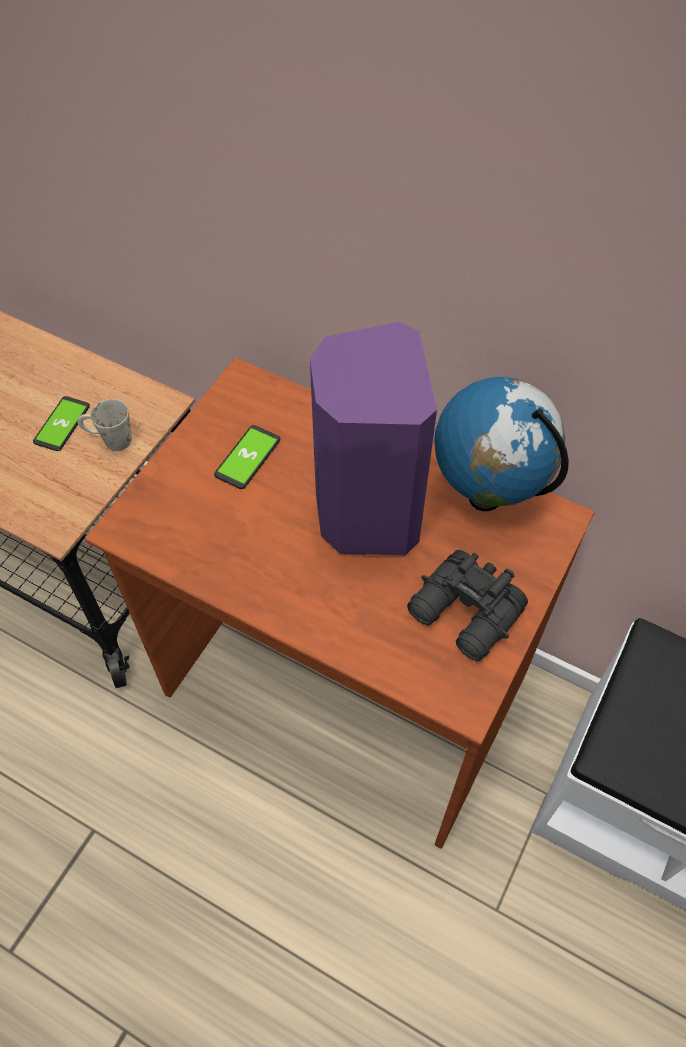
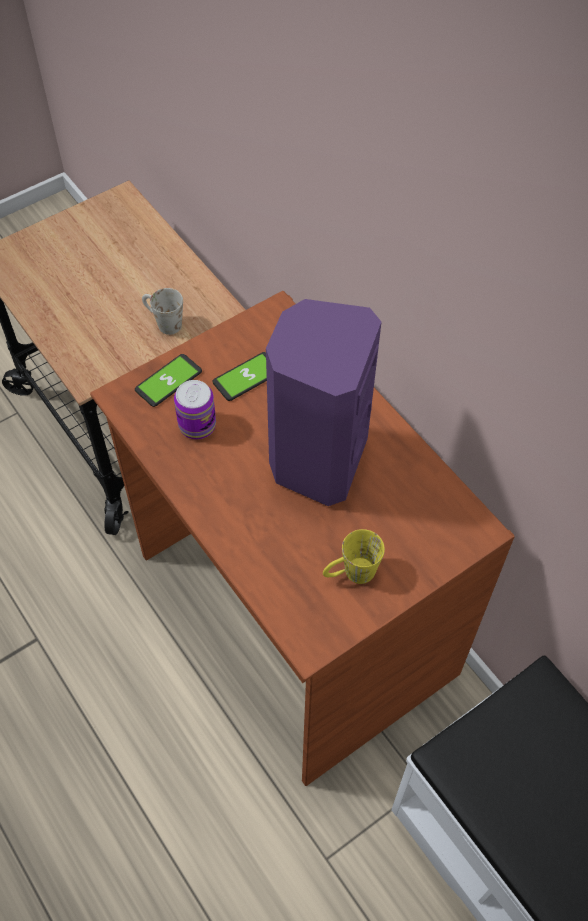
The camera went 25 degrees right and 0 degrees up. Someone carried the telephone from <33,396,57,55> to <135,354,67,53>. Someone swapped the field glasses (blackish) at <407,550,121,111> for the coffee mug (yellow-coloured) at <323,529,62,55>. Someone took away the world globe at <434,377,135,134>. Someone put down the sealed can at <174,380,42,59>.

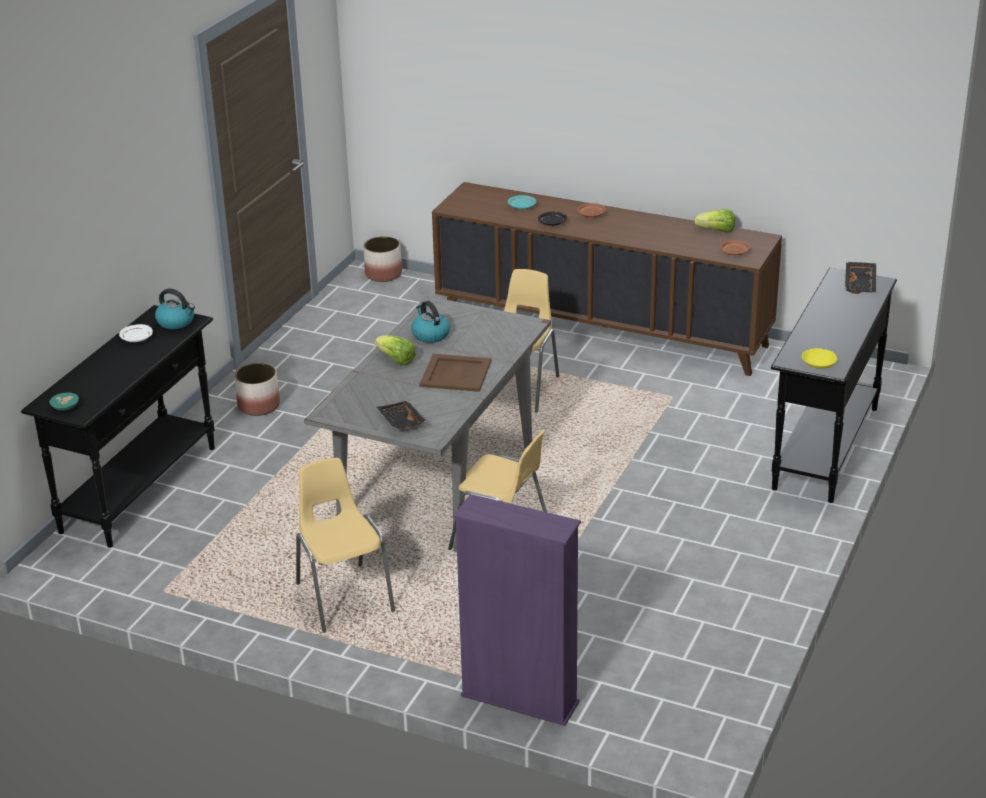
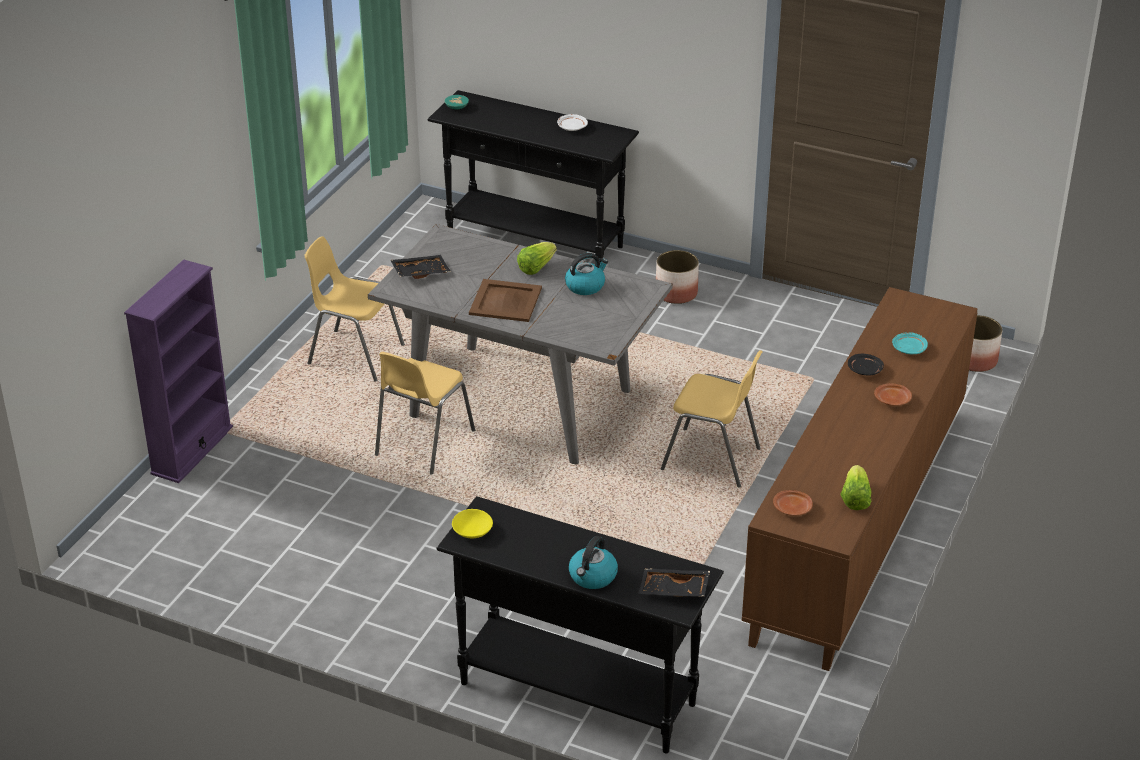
The camera went 90 degrees right and 5 degrees up. Someone carried the water kettle from <155,288,40,41> to <569,536,49,53>. Someone rotated the upright chair (yellow-coloured) at <296,458,99,175> by 135 degrees counterclockwise.

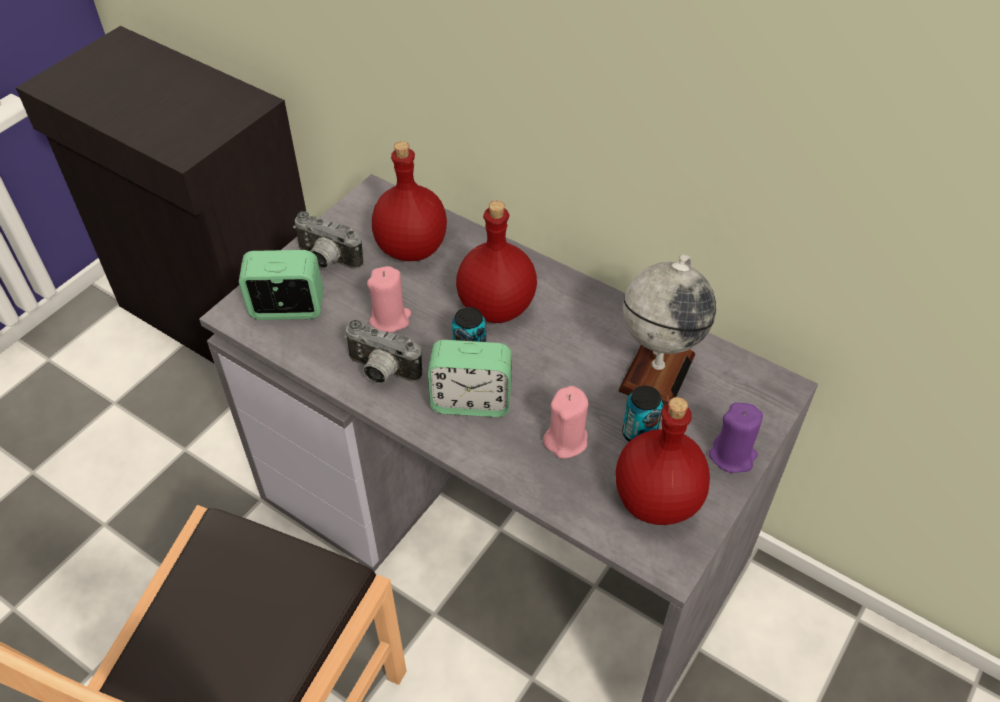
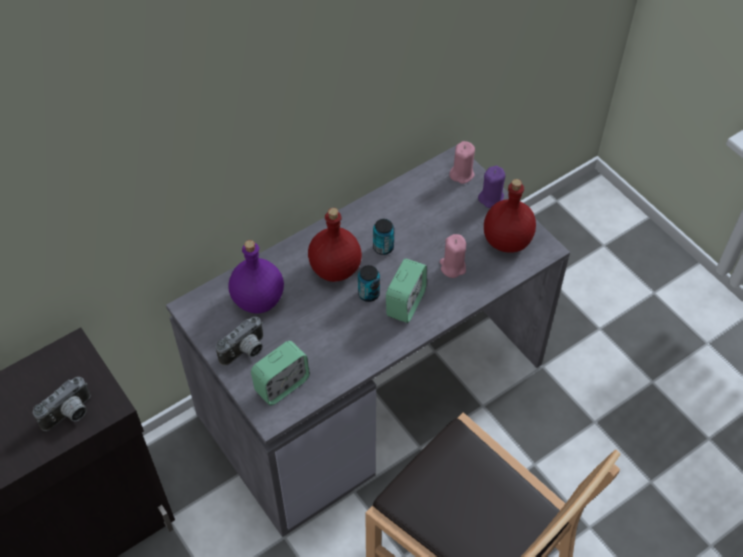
The camera went 70 degrees left and 5 degrees up. Someone rotated the bedside clock at <239,250,84,70> by 150 degrees counterclockwise. Someone carried the still camera from <344,320,78,64> to <33,377,57,54>. Someone carried the candle (pink-coloured) from <367,266,44,67> to <449,141,26,43>. Someone repainted the bottle (reddish) at <372,141,75,120>, which became the bottle (purple-coloured) at <228,240,56,73>. Someone took away the world globe at <618,254,98,153>. Someone carried the sealed can from <622,386,41,56> to <373,219,22,36>.

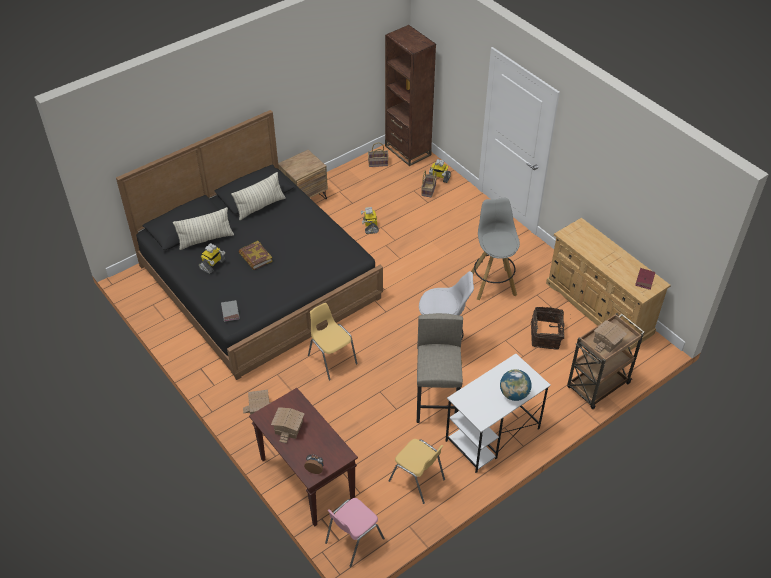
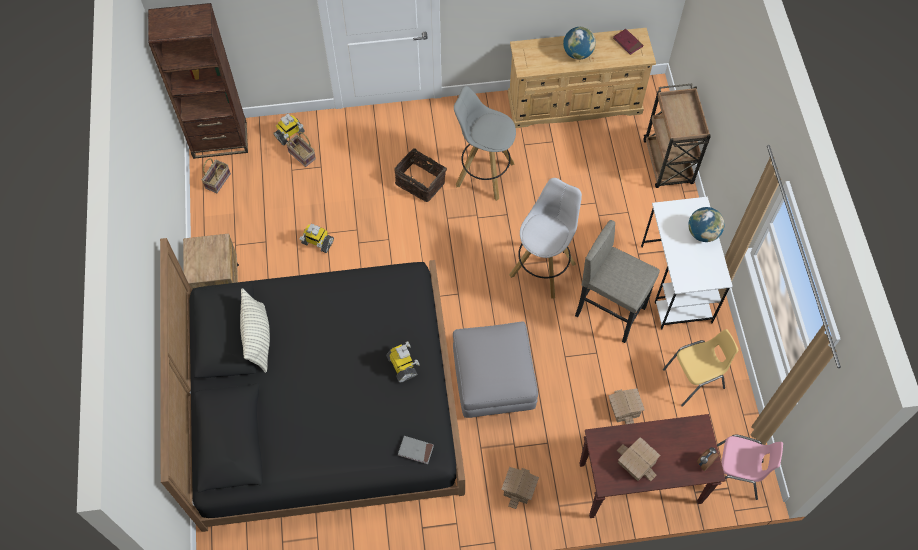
The camera went 60 degrees left and 15 degrees up. Someone took away the pillow at <173,207,61,43>. Someone carried the model robot from <198,243,28,31> to <386,341,34,42>. Someone took away the volume at <239,241,34,29>. Someone swapped the upright chair (yellow-coloured) at <308,303,49,78> for the pouffe (greyish) at <453,321,85,97>. Someone rotated the upright chair (pink-coloured) at <325,498,60,69> by 60 degrees counterclockwise. Someone carried the basket from <531,307,34,43> to <394,148,53,54>. Someone carried the toy house from <593,320,34,33> to <609,388,36,36>. Someone put down the world globe at <563,27,33,32>.

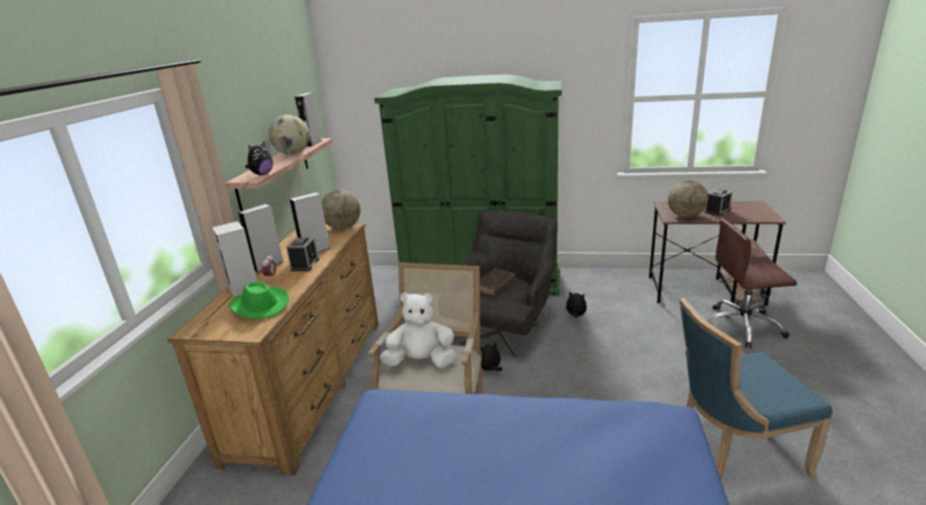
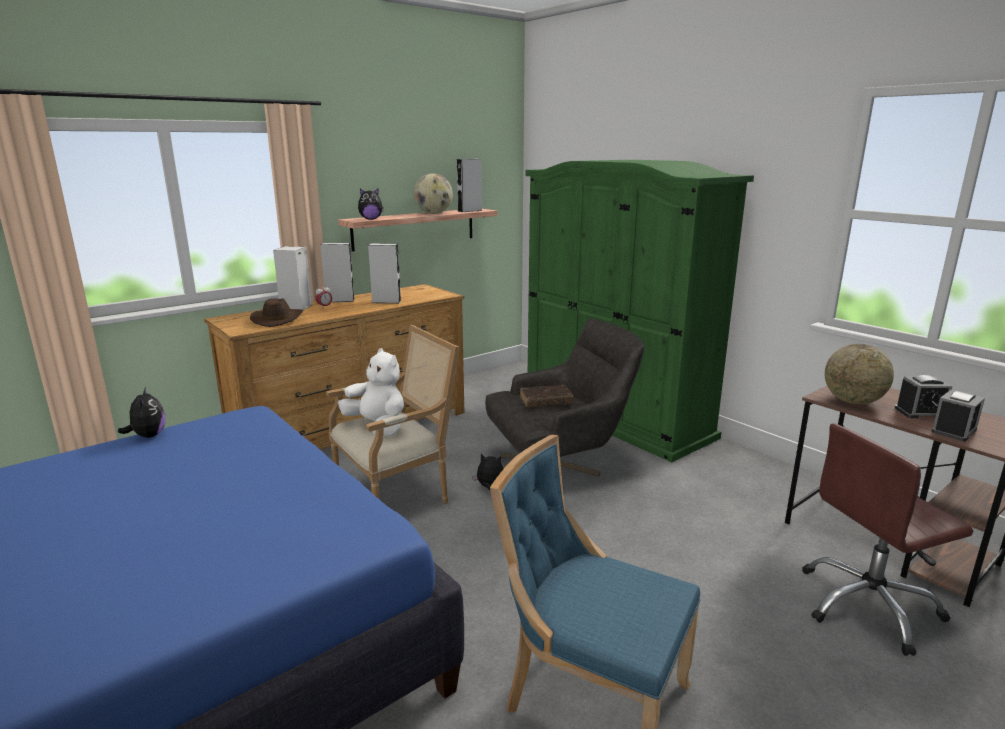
The camera went 40 degrees right and 5 degrees down. Someone repainted the wearable hat (green) at <228,282,61,37>, which became the wearable hat (brownish) at <250,298,53,29>. Someone carried the bedside clock from <286,238,33,33> to <932,390,53,52>. Someone took away the world globe at <321,190,39,40>. Someone carried the soft toy from <563,291,24,27> to <118,387,47,51>. Someone rotated the computer chair (brownish) at <707,218,90,130> by 60 degrees counterclockwise.

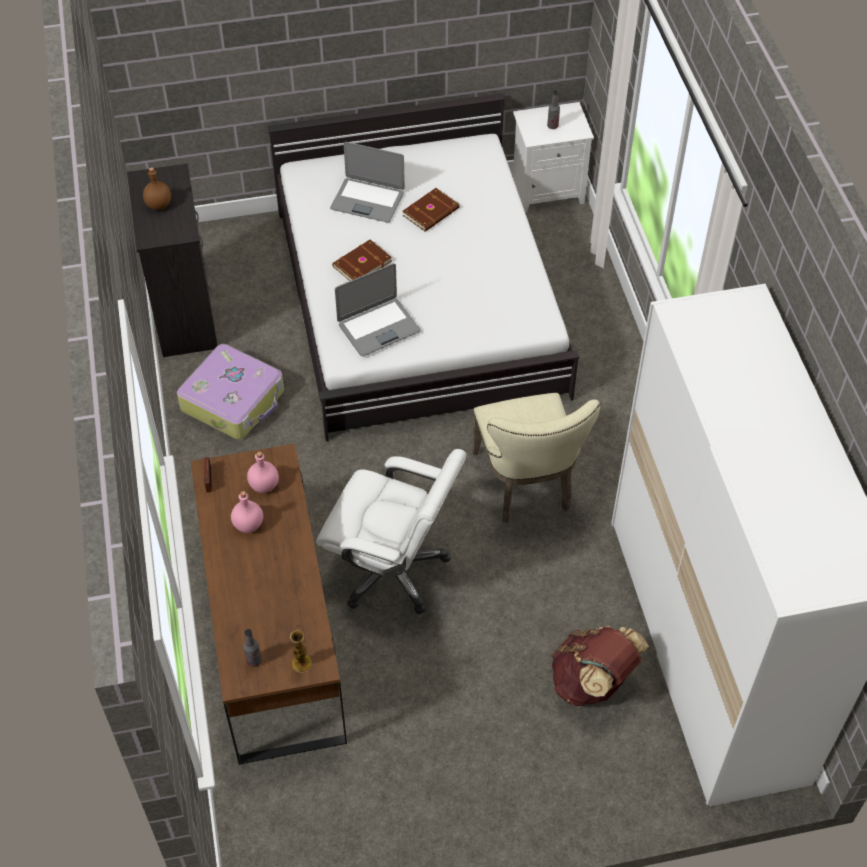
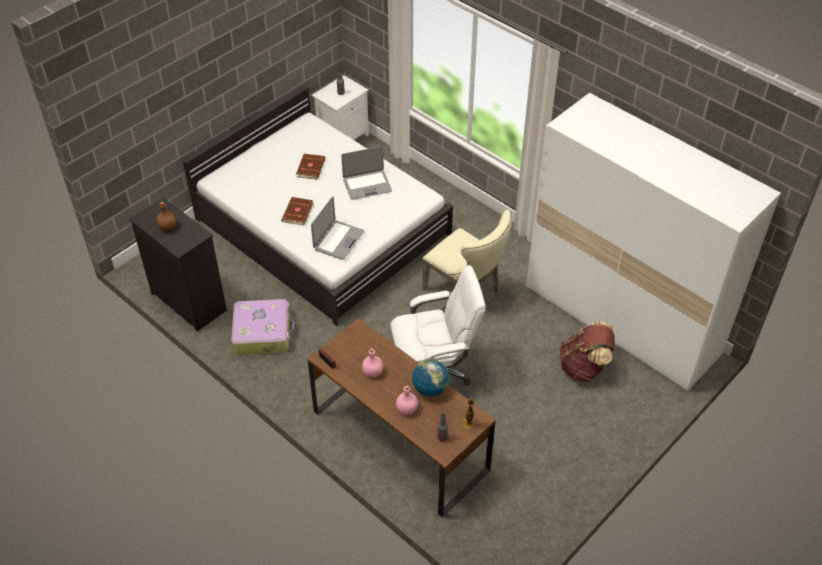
The camera went 35 degrees left and 5 degrees down. Someone carried the bottle (pink-coloured) from <247,451,32,42> to <396,385,22,30>. Someone carried the portable computer from <330,142,75,81> to <341,146,51,54>. Someone put down the world globe at <412,358,38,38>.

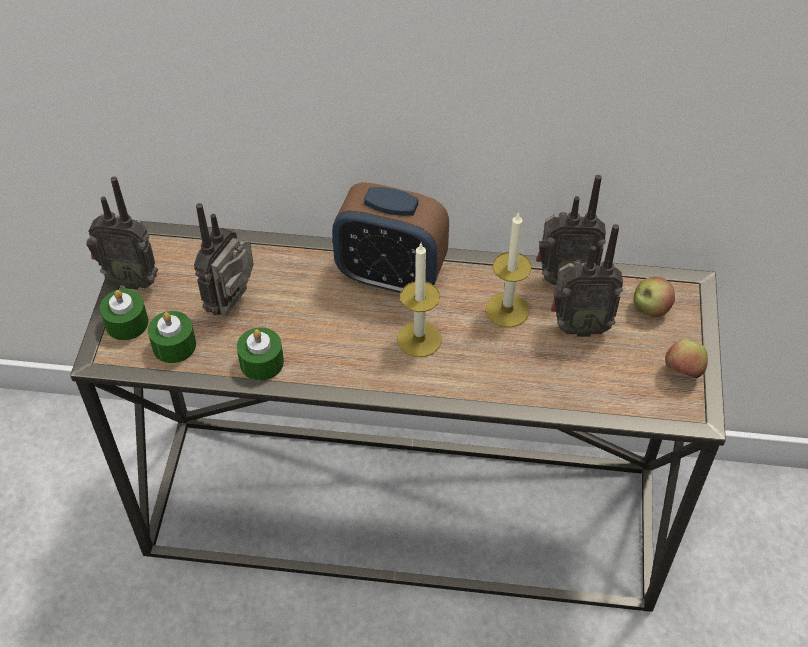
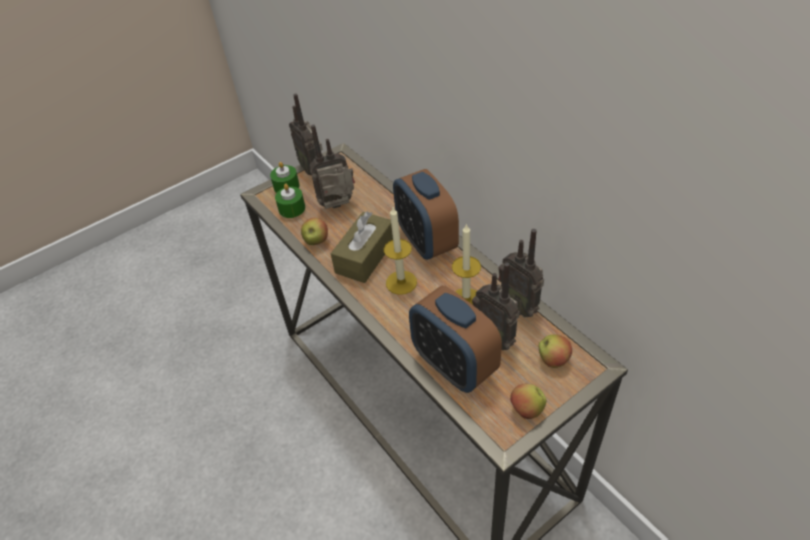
The camera went 50 degrees right and 5 degrees down. Someone swapped the candle (green) at <237,327,47,54> for the apple at <301,218,27,27>. Someone put down the tissue holder (brownish) at <331,212,62,71>. Someone put down the bedside clock at <409,286,93,107>.

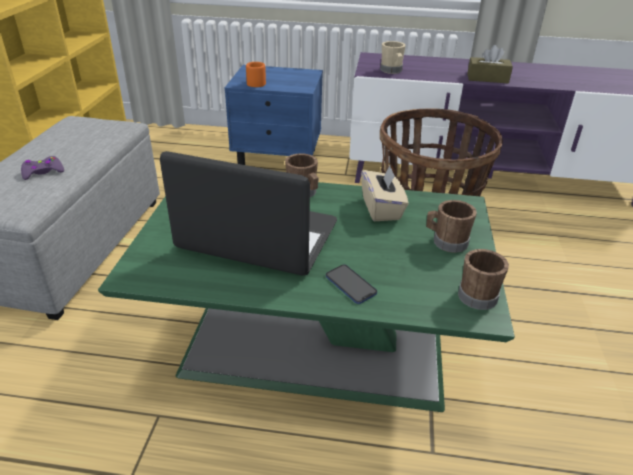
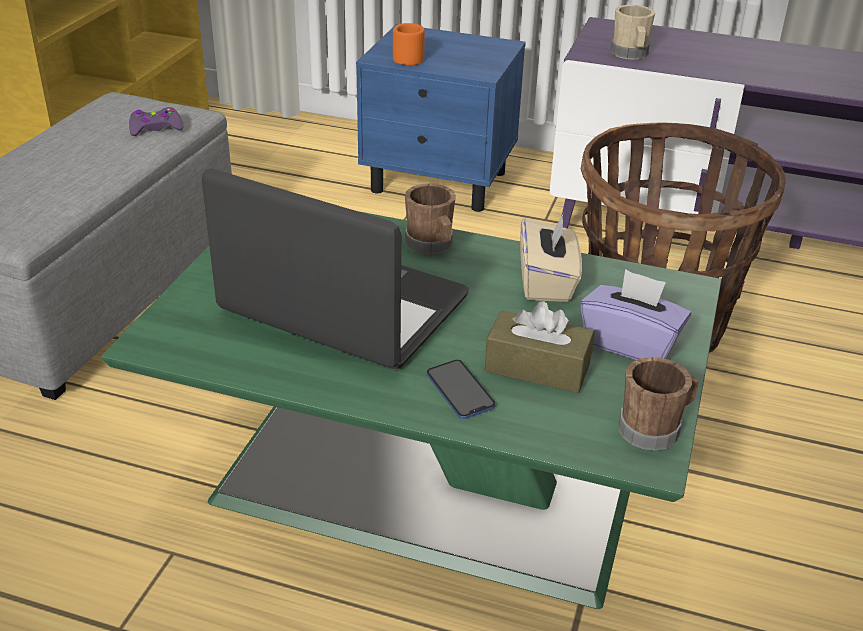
The camera went 10 degrees right and 0 degrees up. Someone carried the game controller (purple-coloured) from <21,156,43,24> to <129,107,54,29>. Someone swapped the coffee mug (brownish) at <426,200,51,53> for the tissue holder (purple-coloured) at <580,269,111,91>. Someone carried the tissue holder (brownish) from <467,45,46,38> to <485,301,109,92>.

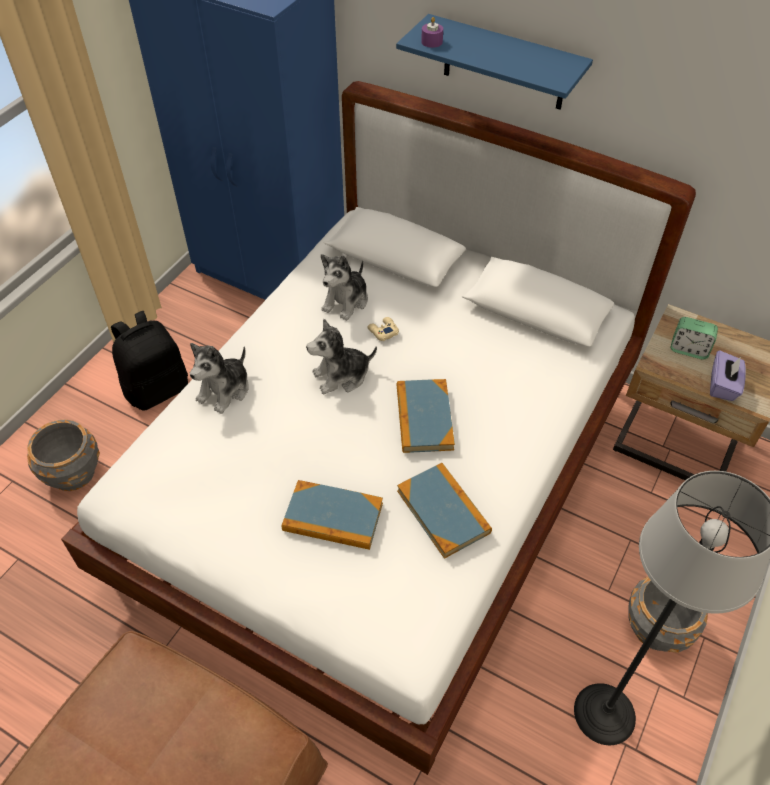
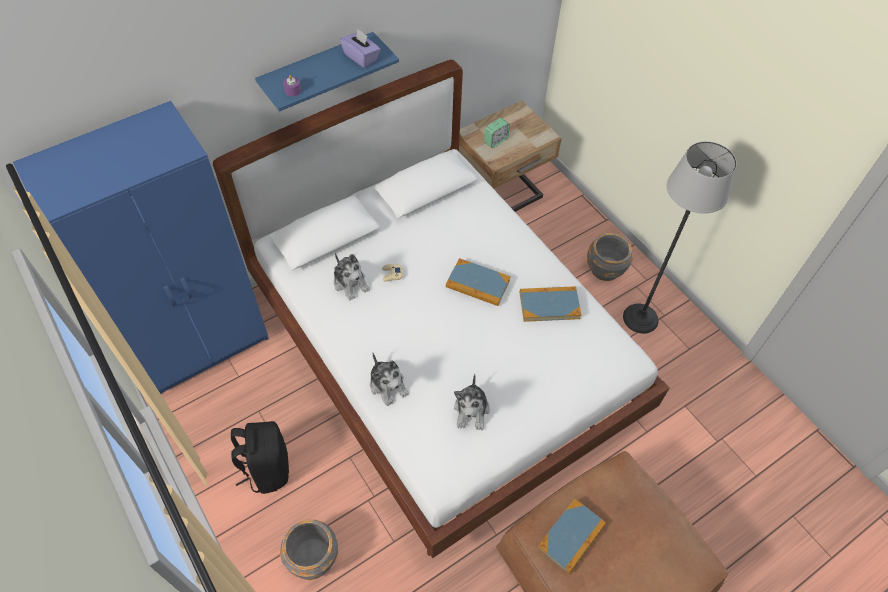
The camera went 65 degrees left and 5 degrees up. Someone carried the volume from <282,480,101,70> to <537,498,69,76>. Someone carried the soft toy from <306,319,71,75> to <454,374,36,56>. Someone carried the tissue holder (purple-coloured) from <710,350,36,51> to <340,29,41,39>.

